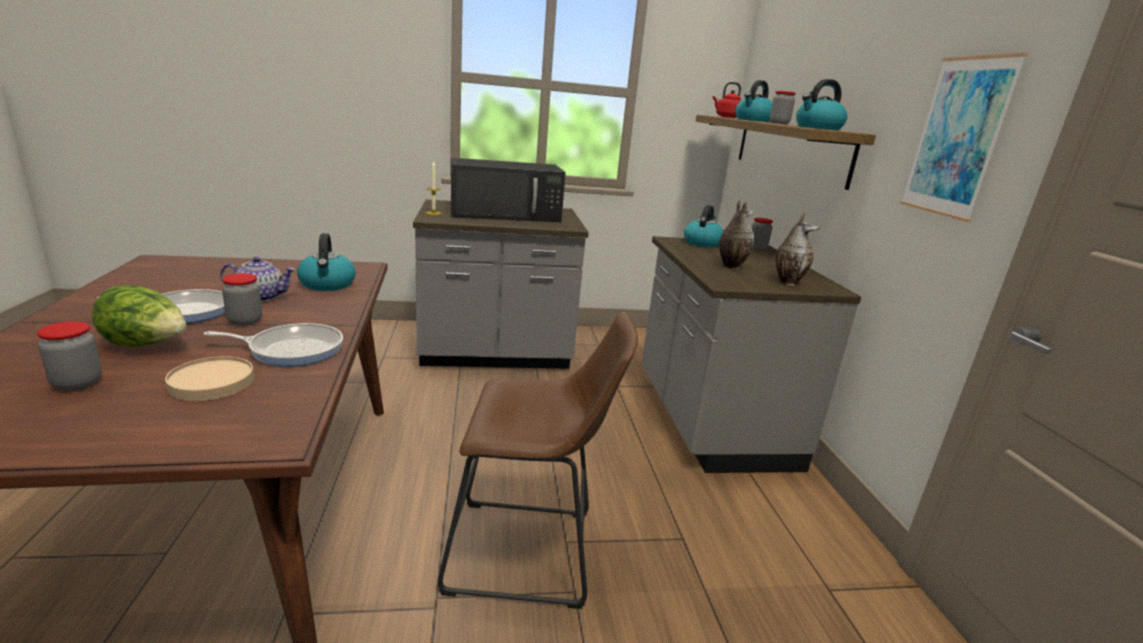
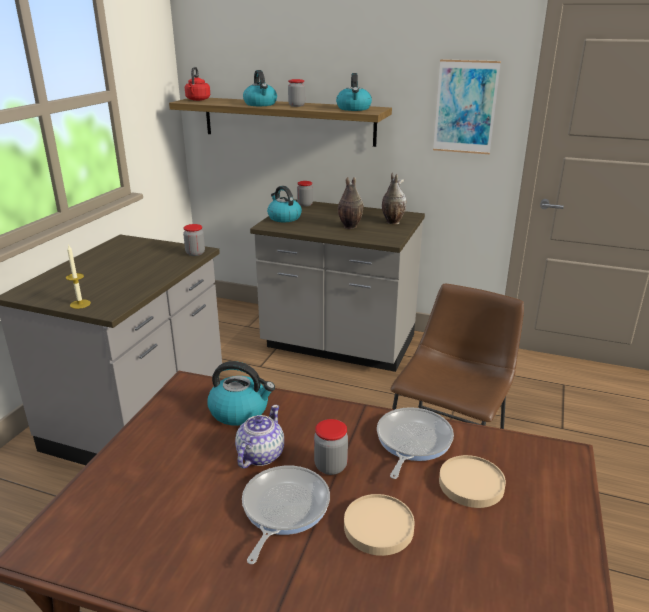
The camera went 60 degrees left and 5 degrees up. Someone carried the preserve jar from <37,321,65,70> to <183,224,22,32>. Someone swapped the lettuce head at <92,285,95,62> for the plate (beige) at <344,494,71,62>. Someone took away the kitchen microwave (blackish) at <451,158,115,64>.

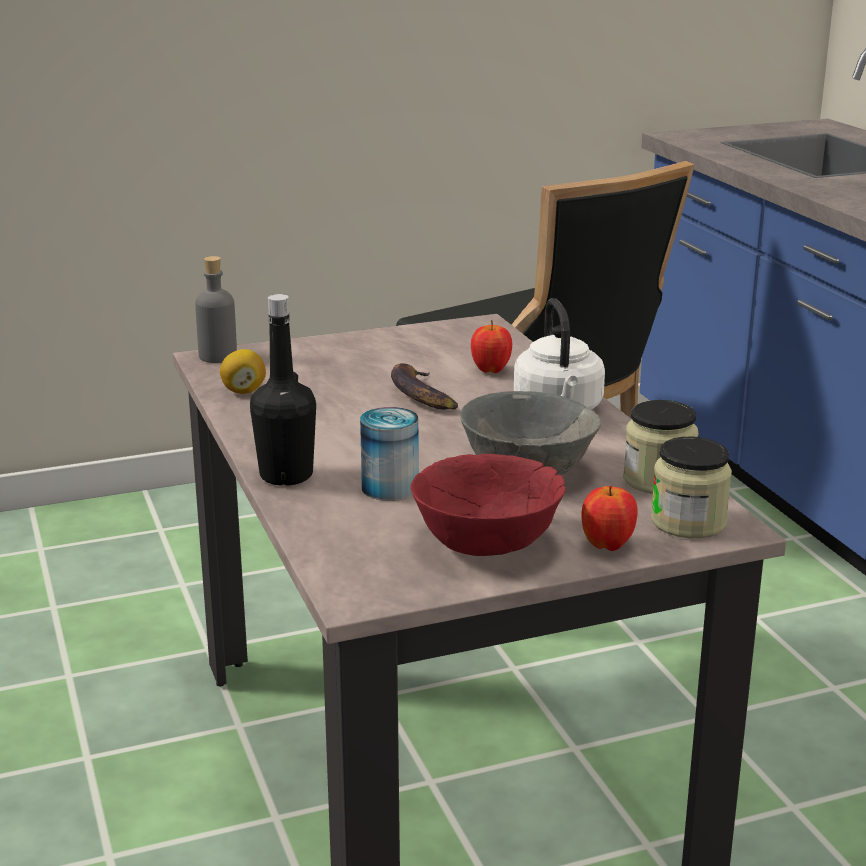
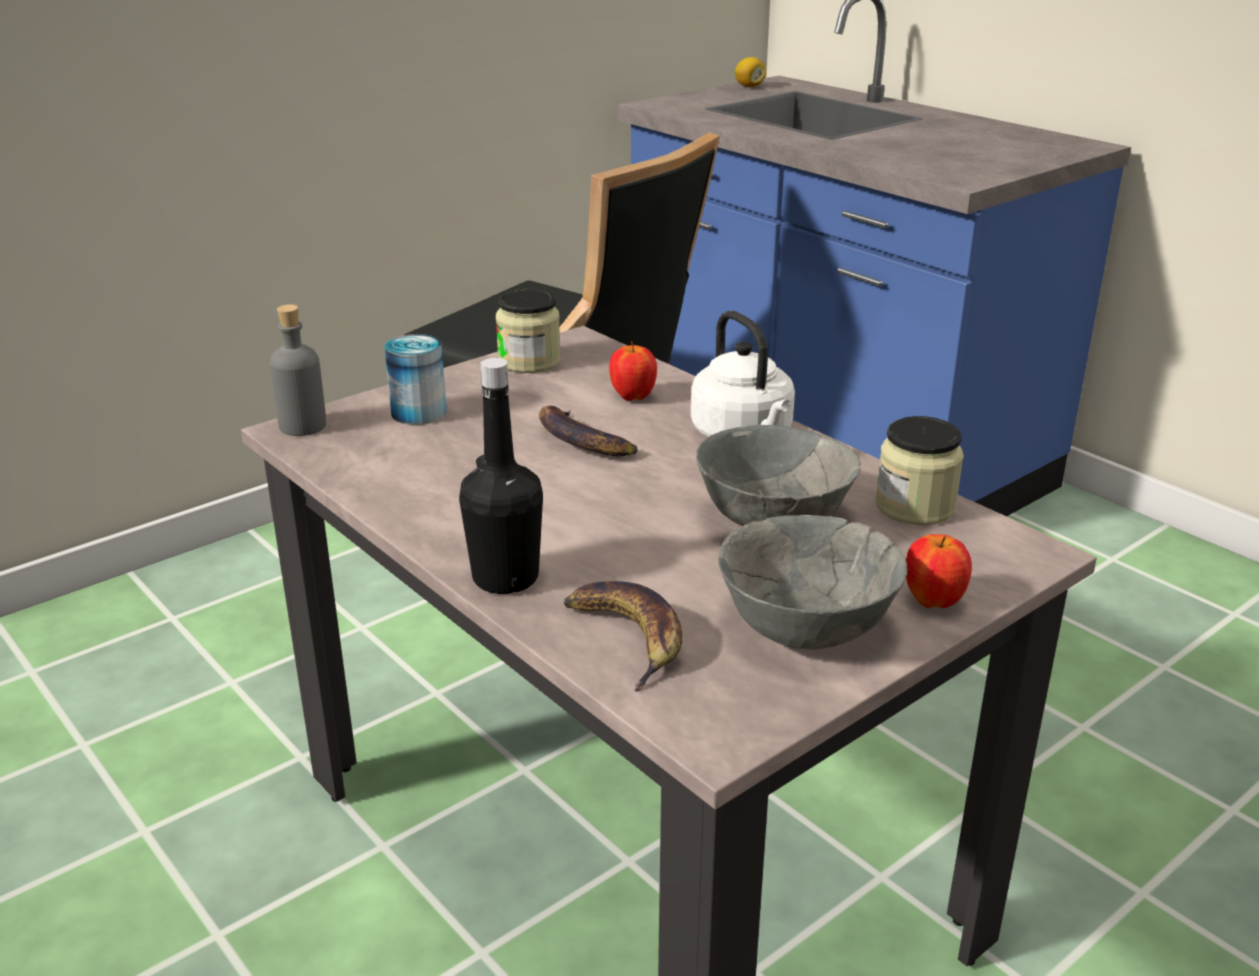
The camera went 20 degrees left and 5 degrees up. Someone carried the citrus fruit from <220,349,46,45> to <735,57,31,30>. Someone carried the sealed can from <360,407,59,94> to <385,334,62,91>. Someone repainted the serving bowl (reddish) at <411,454,154,102>, which became the serving bowl (greyish) at <718,515,189,134>. Someone carried the preserve jar from <651,436,81,102> to <496,289,65,84>. Someone put down the whole banana at <564,581,118,111>.

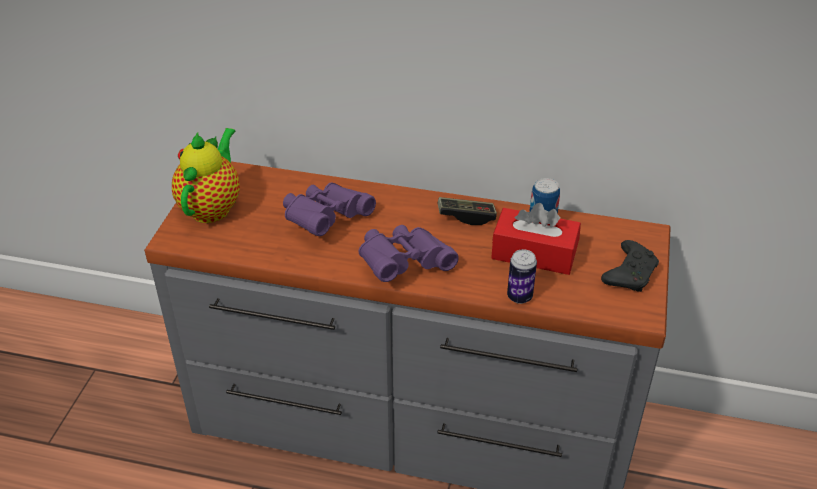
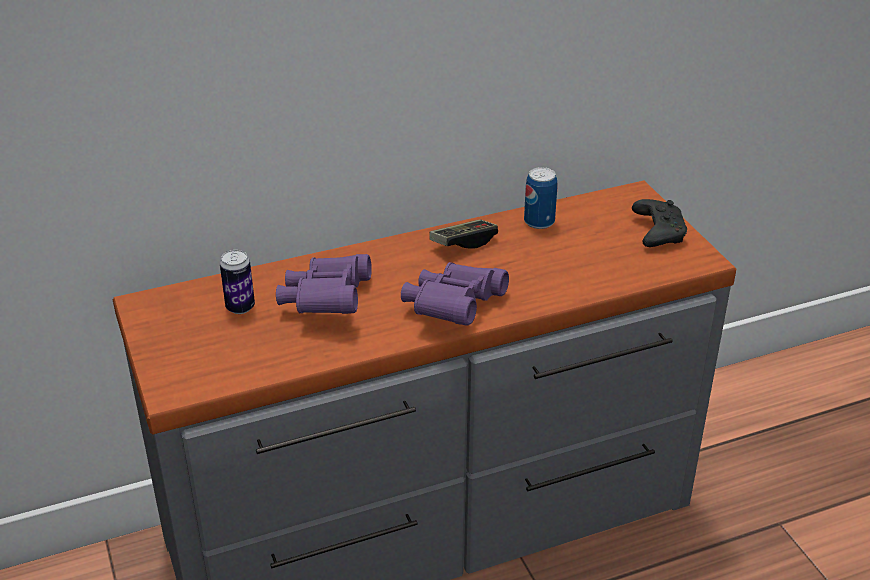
The camera went 35 degrees left and 5 degrees down. Someone took away the tea pot at <172,128,68,95>. Someone took away the tissue holder (reddish) at <491,203,90,72>. Someone carried the sealed can from <507,249,30,55> to <220,250,35,64>.

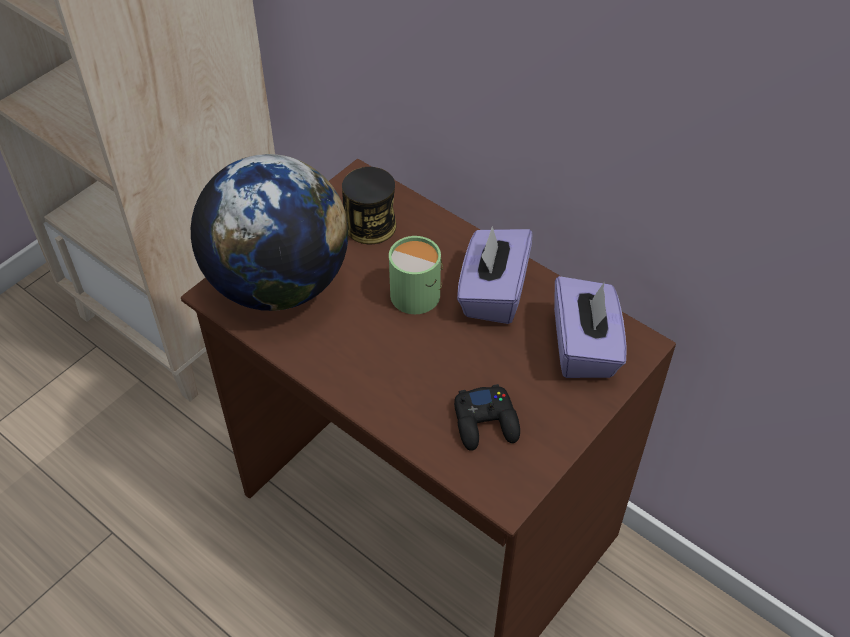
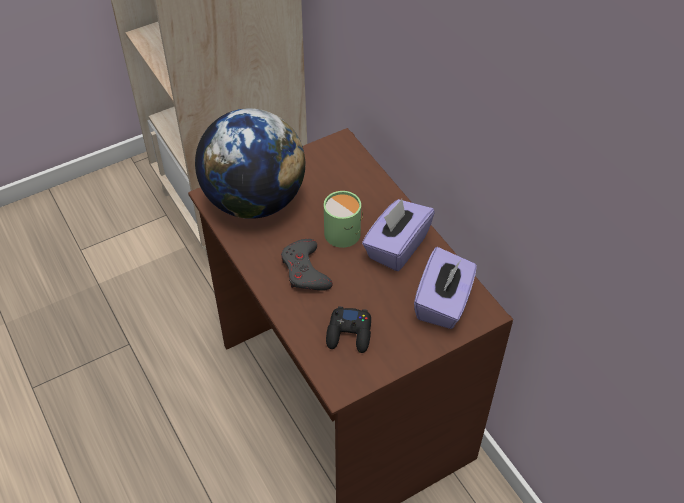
The camera went 20 degrees right and 0 degrees up. Someone took away the sealed can at <342,167,54,77>. Someone put down the game controller (greyish) at <281,239,52,52>.

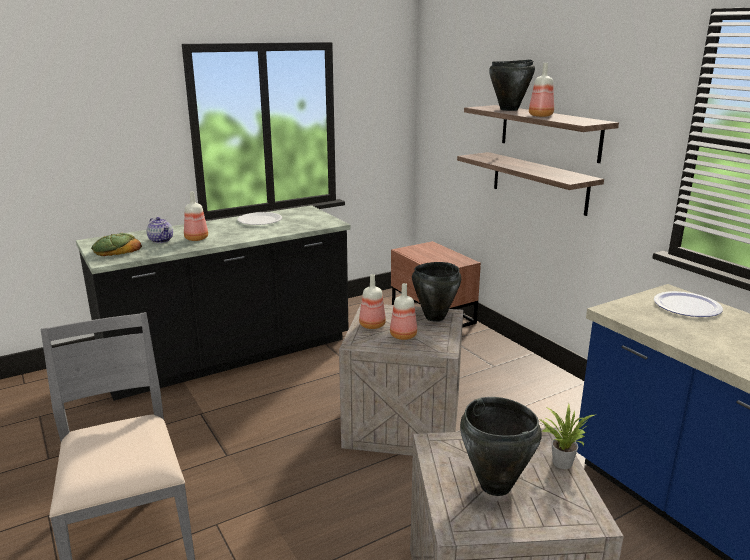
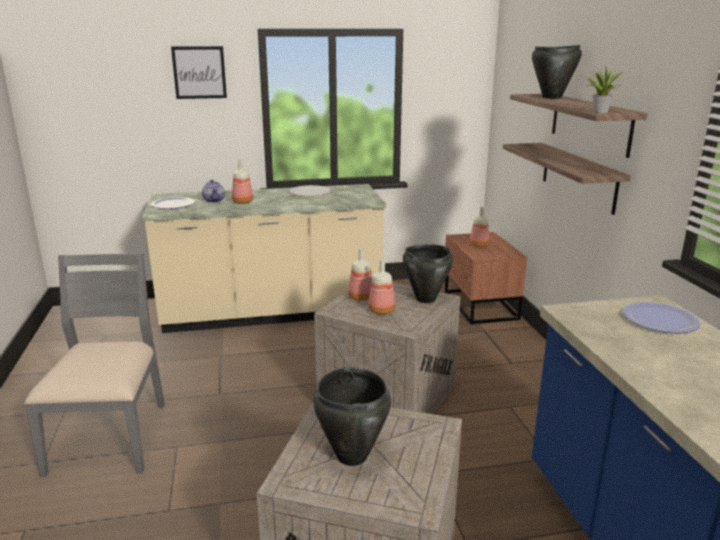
The camera went 20 degrees right and 0 degrees up. Someone repainted the kitchen base unit (blackish) at <76,205,274,196>, which became the kitchen base unit (beige) at <142,184,244,149>. Someone swapped the bread at <91,233,51,23> for the plate at <151,197,44,12>. Someone carried the bottle from <529,63,25,54> to <470,207,19,40>. Someone carried the houseplant from <540,404,55,65> to <586,66,41,47>. Someone put up the picture at <171,46,56,53>.

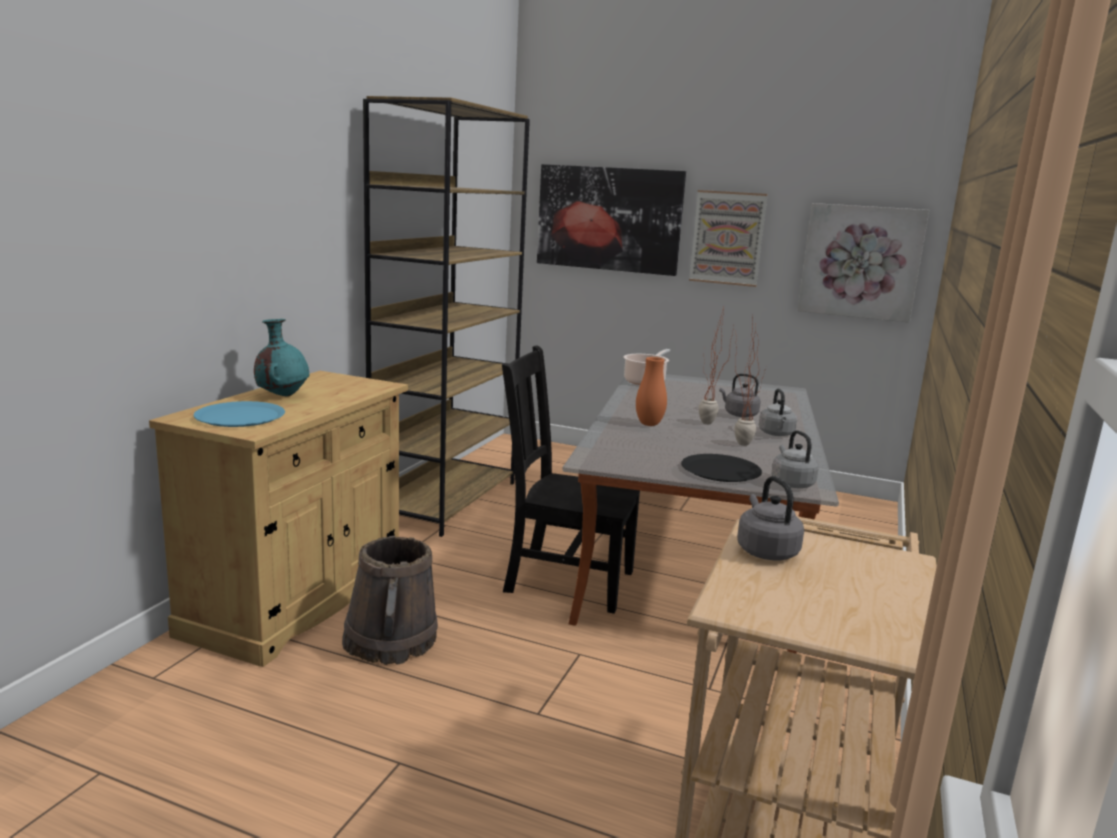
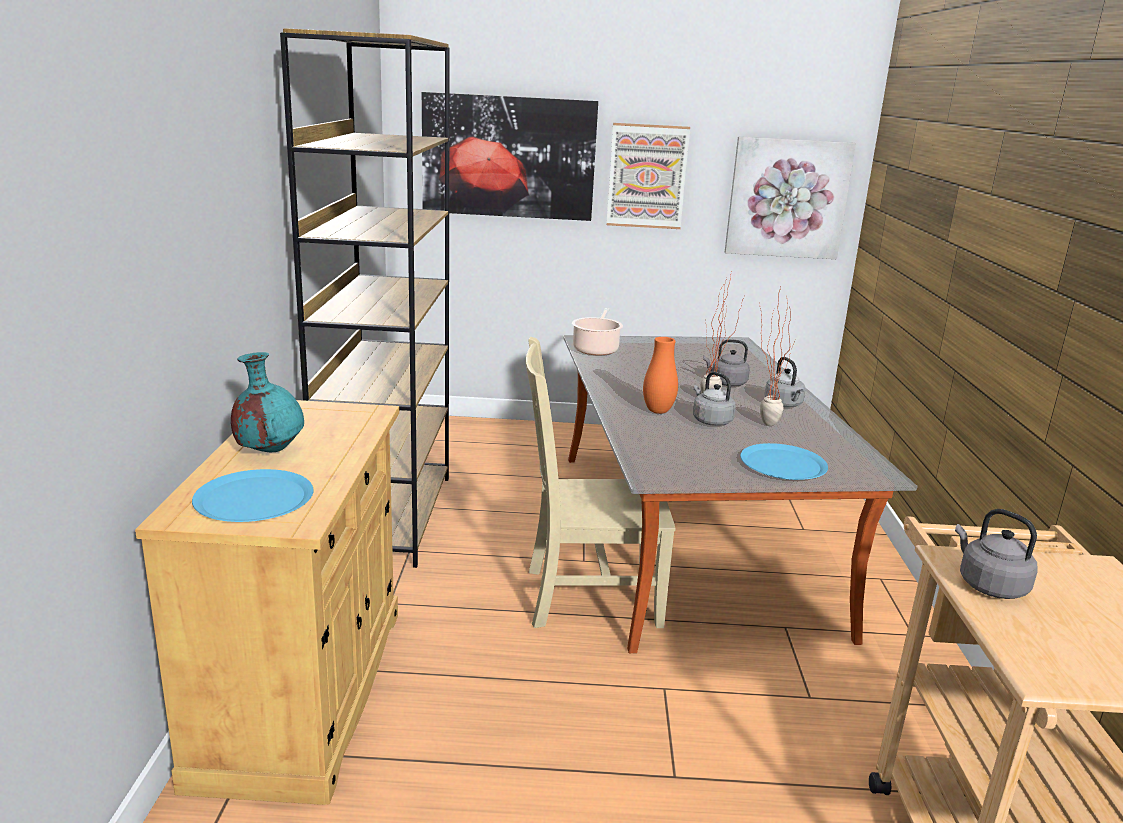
The camera went 20 degrees left and 5 degrees up. Someone took away the pail (brownish) at <342,536,96,129>. Someone repainted the upright chair (blackish) at <502,345,138,269>, which became the upright chair (beige) at <525,337,151,291>. Someone repainted the plate (blackish) at <681,454,81,28>, which became the plate (blue-coloured) at <740,443,88,37>. Someone carried the water kettle (greyish) from <772,430,47,58> to <693,372,43,54>.

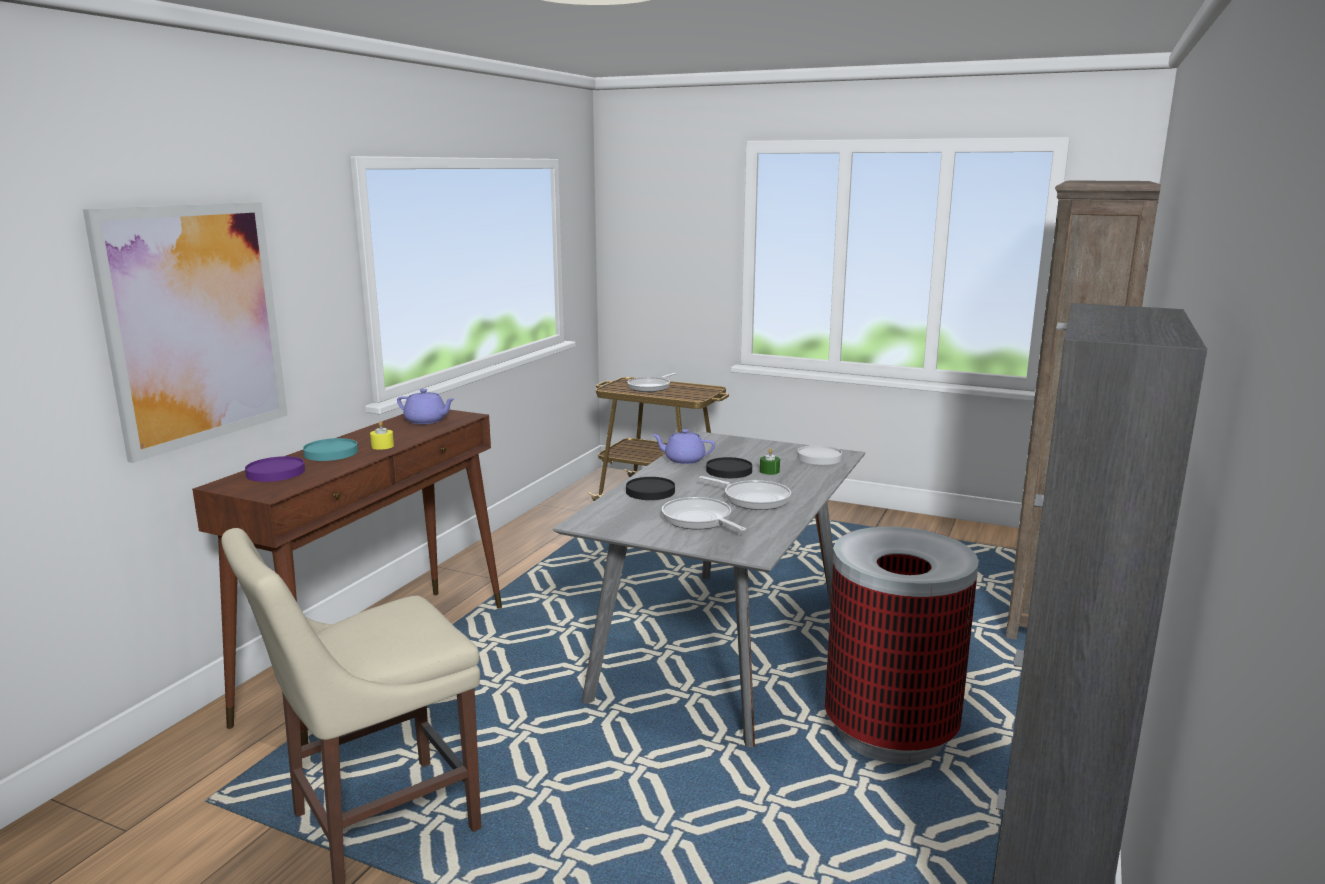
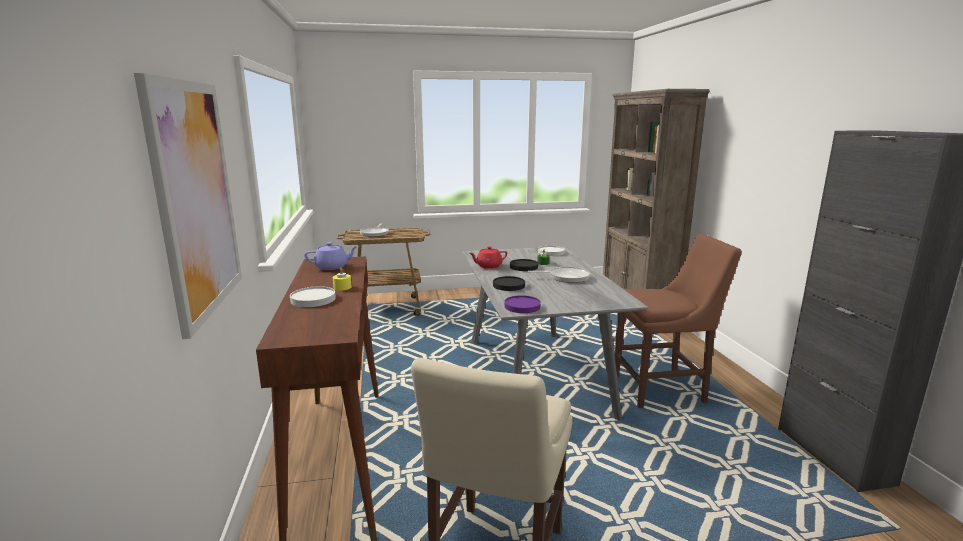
The camera went 35 degrees left and 0 degrees up. Someone carried the plate (purple-coloured) from <245,456,60,26> to <504,295,37,18>. Someone repainted the plate (turquoise-coloured) at <303,438,55,23>, which became the plate (white) at <290,286,46,21>. Someone repainted the tea pot (purple-coloured) at <651,429,64,35>, which became the tea pot (reddish) at <469,246,38,23>. Someone took away the skillet at <662,497,84,34>. Someone swapped the rubbish bin at <825,527,154,237> for the upright chair (brownish) at <615,234,127,174>.

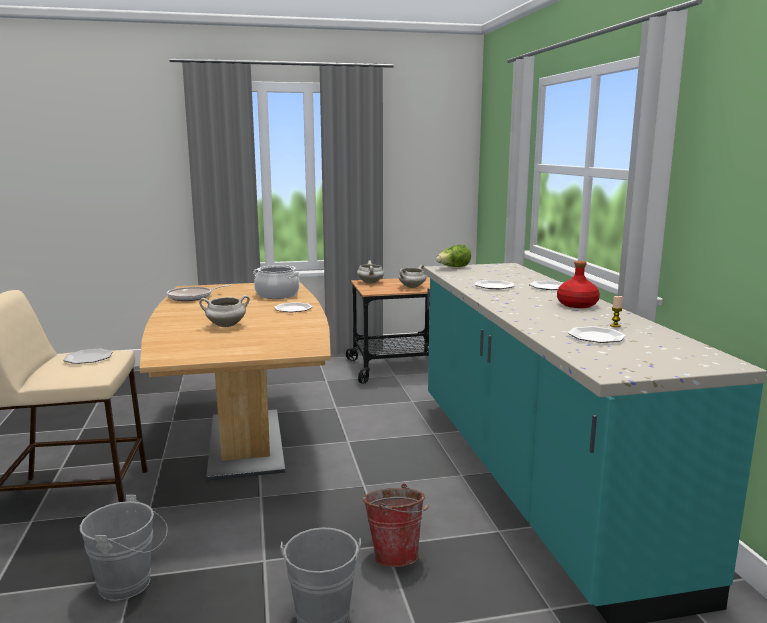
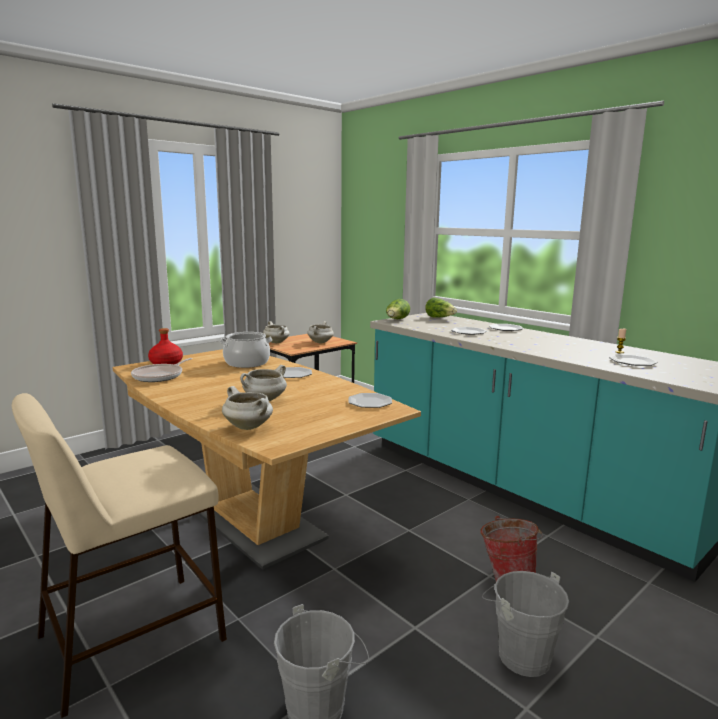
The camera went 30 degrees left and 0 degrees up. Someone carried the plate from <63,349,49,15> to <348,393,44,15>. Someone carried the bottle (reddish) from <557,261,43,47> to <148,328,35,36>. Someone put down the stockpot (white) at <222,386,51,44>. Someone put down the lettuce head at <425,298,32,19>.

